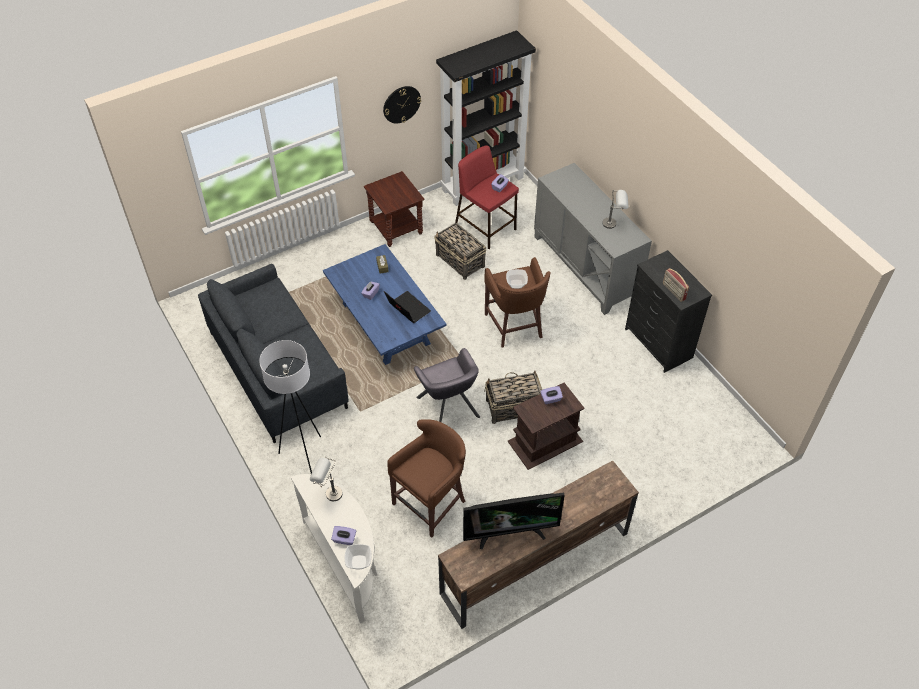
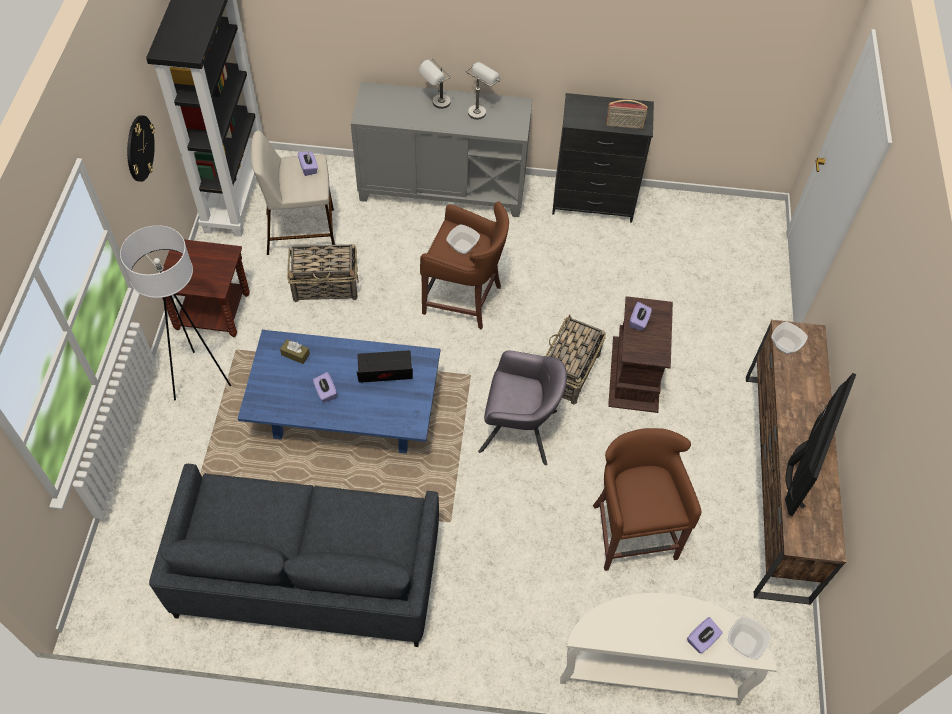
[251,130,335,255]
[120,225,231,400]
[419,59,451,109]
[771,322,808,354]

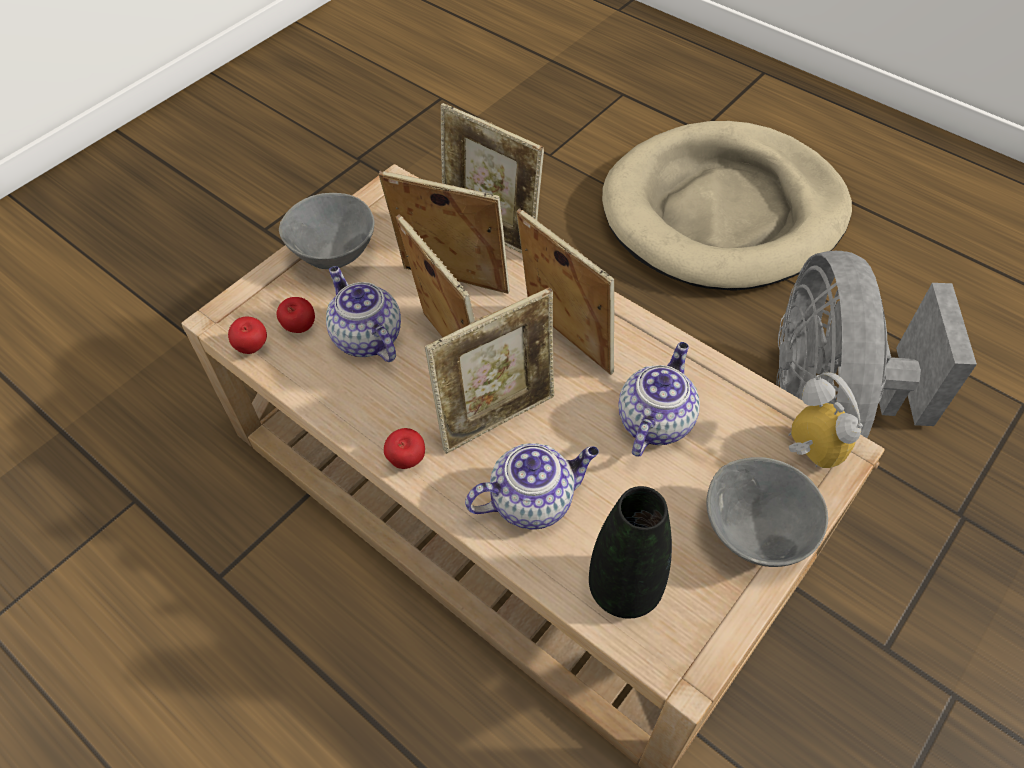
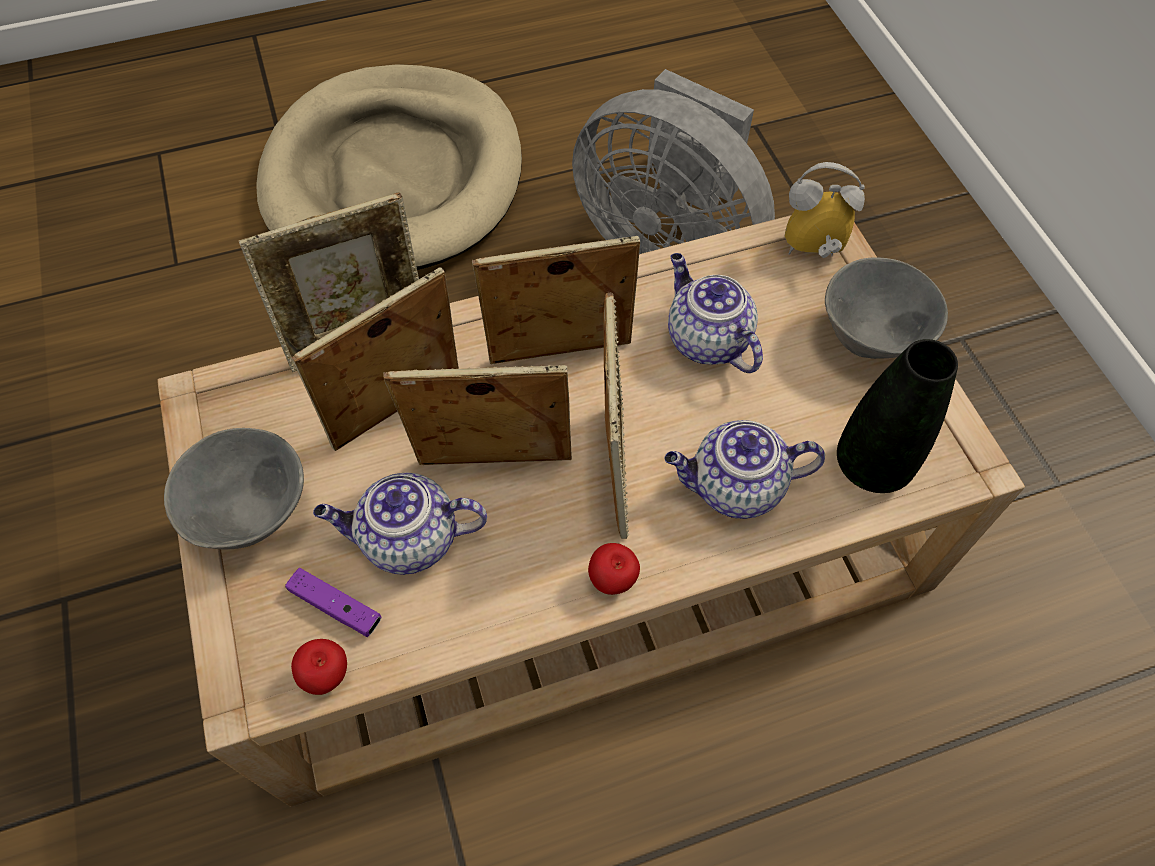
[285,568,382,637]
[664,420,825,519]

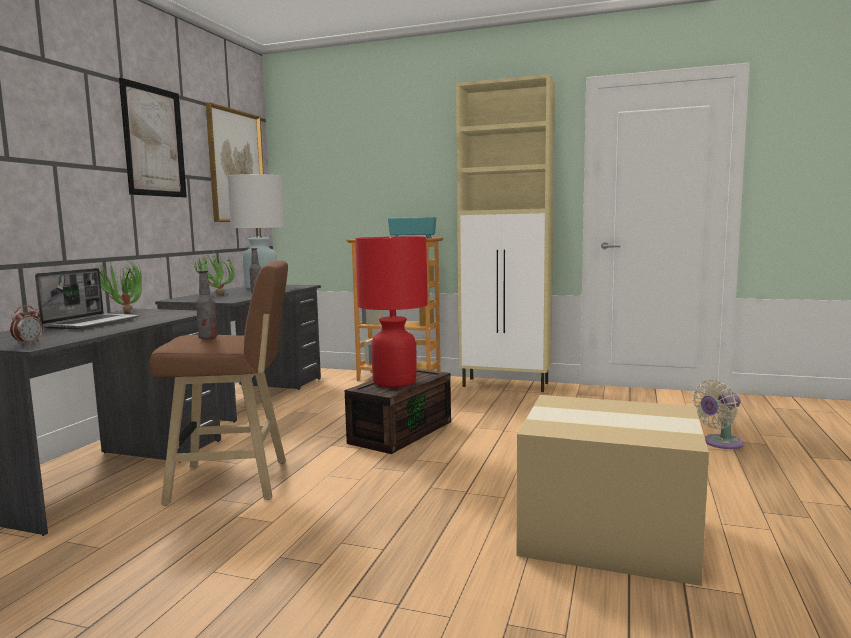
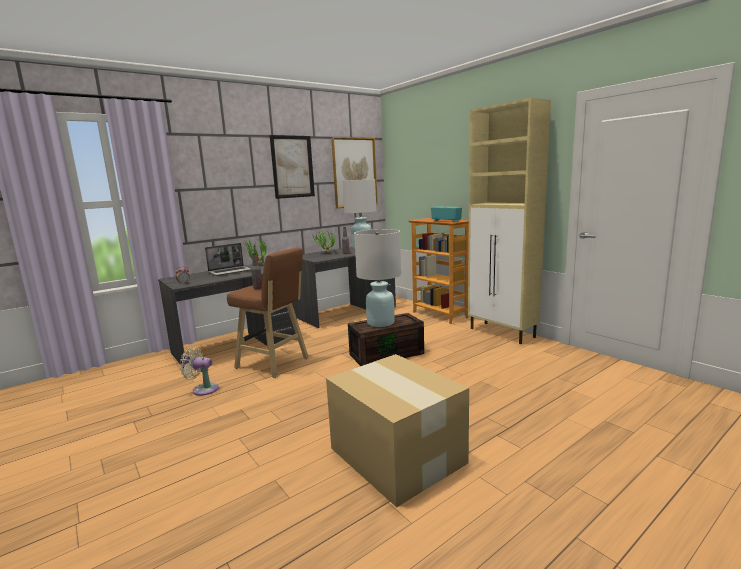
[354,229,401,327]
[180,346,219,396]

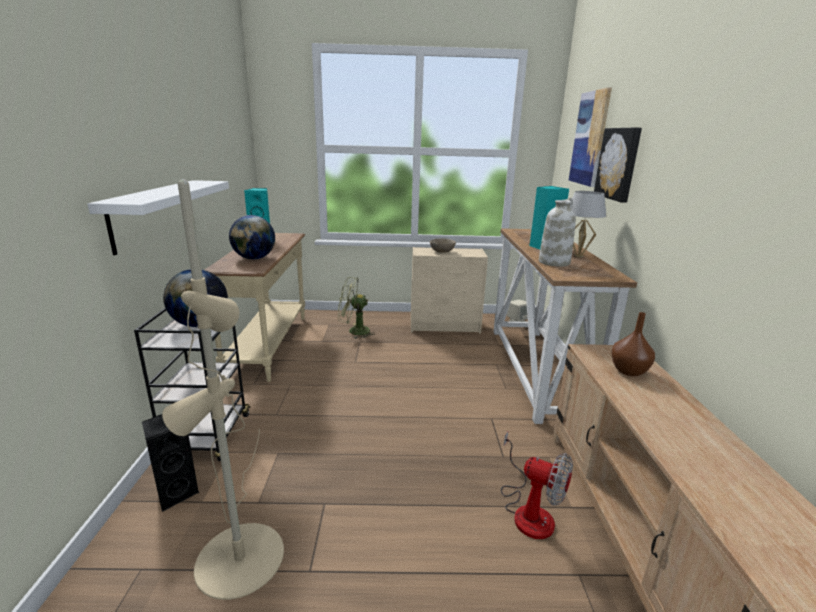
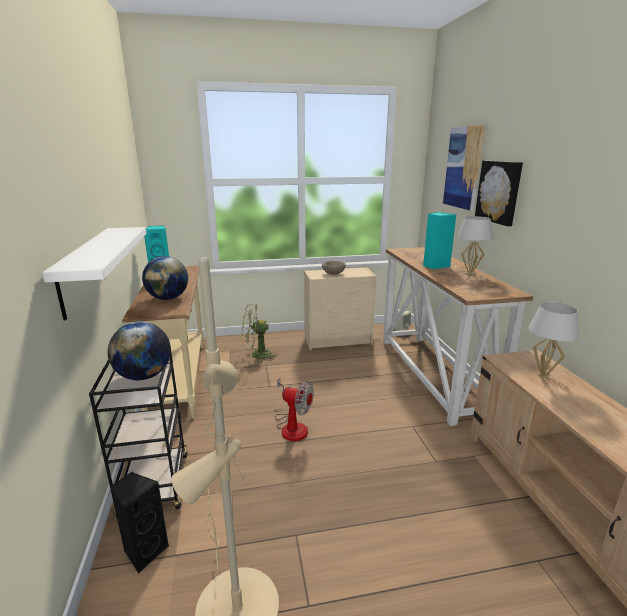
[539,198,576,267] (first image)
[528,303,579,378]
[275,378,314,441]

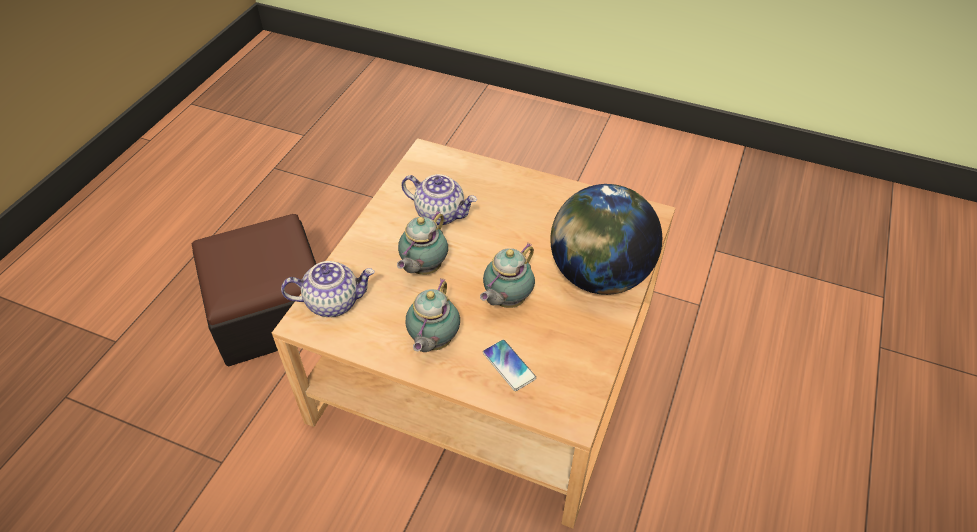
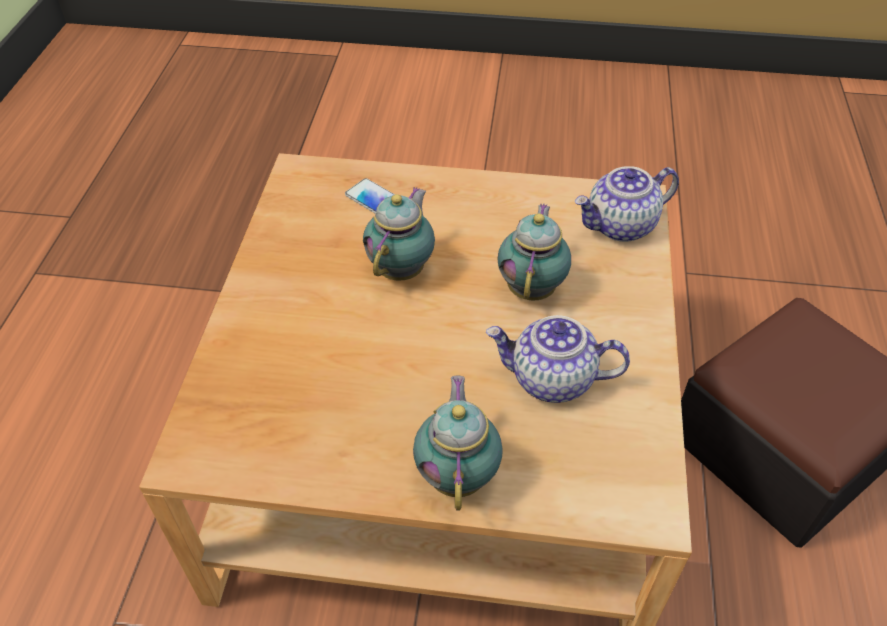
[550,184,662,295] (first image)
[413,376,503,511]

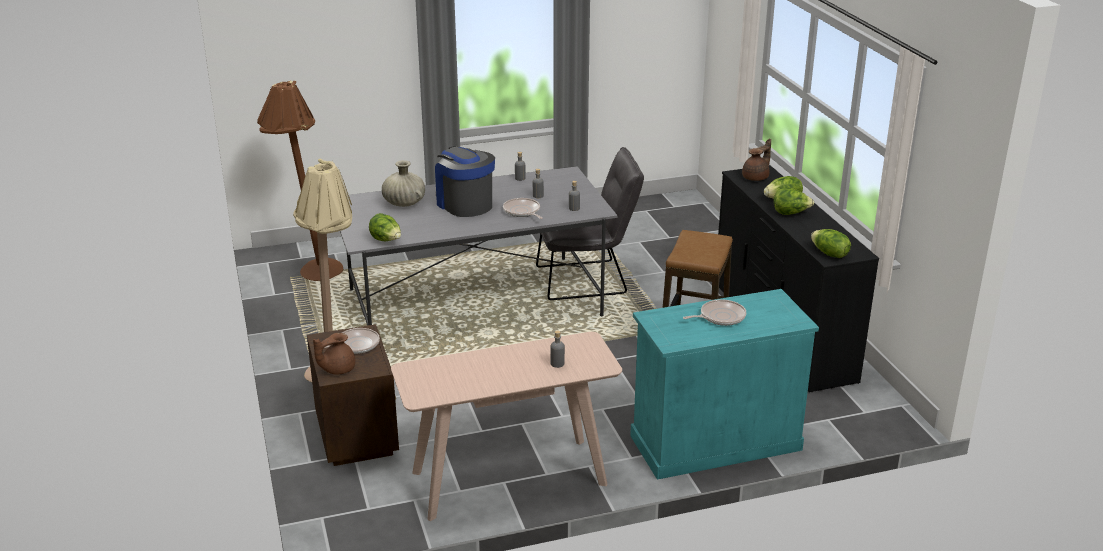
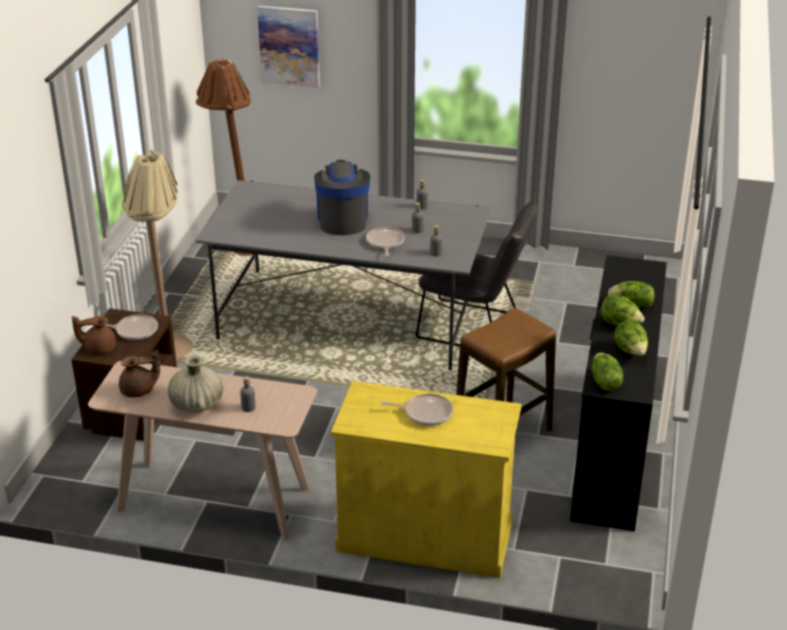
[119,349,160,398]
[168,355,223,413]
[614,319,648,356]
[331,381,522,578]
[257,5,320,88]

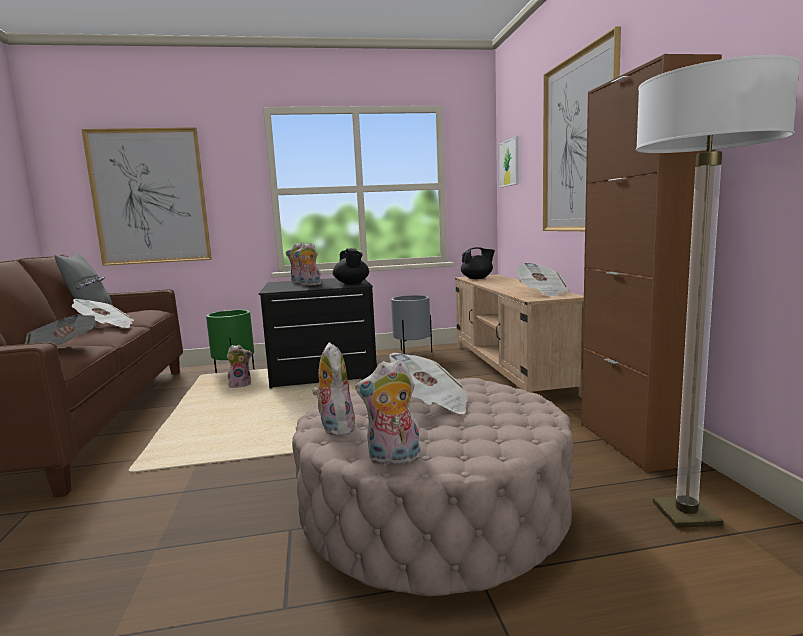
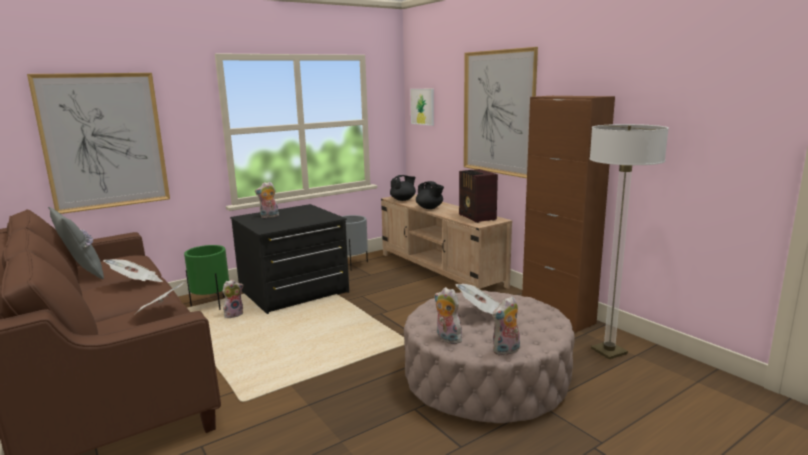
[294,243,323,286] (first image)
[416,181,444,209]
[459,169,498,223]

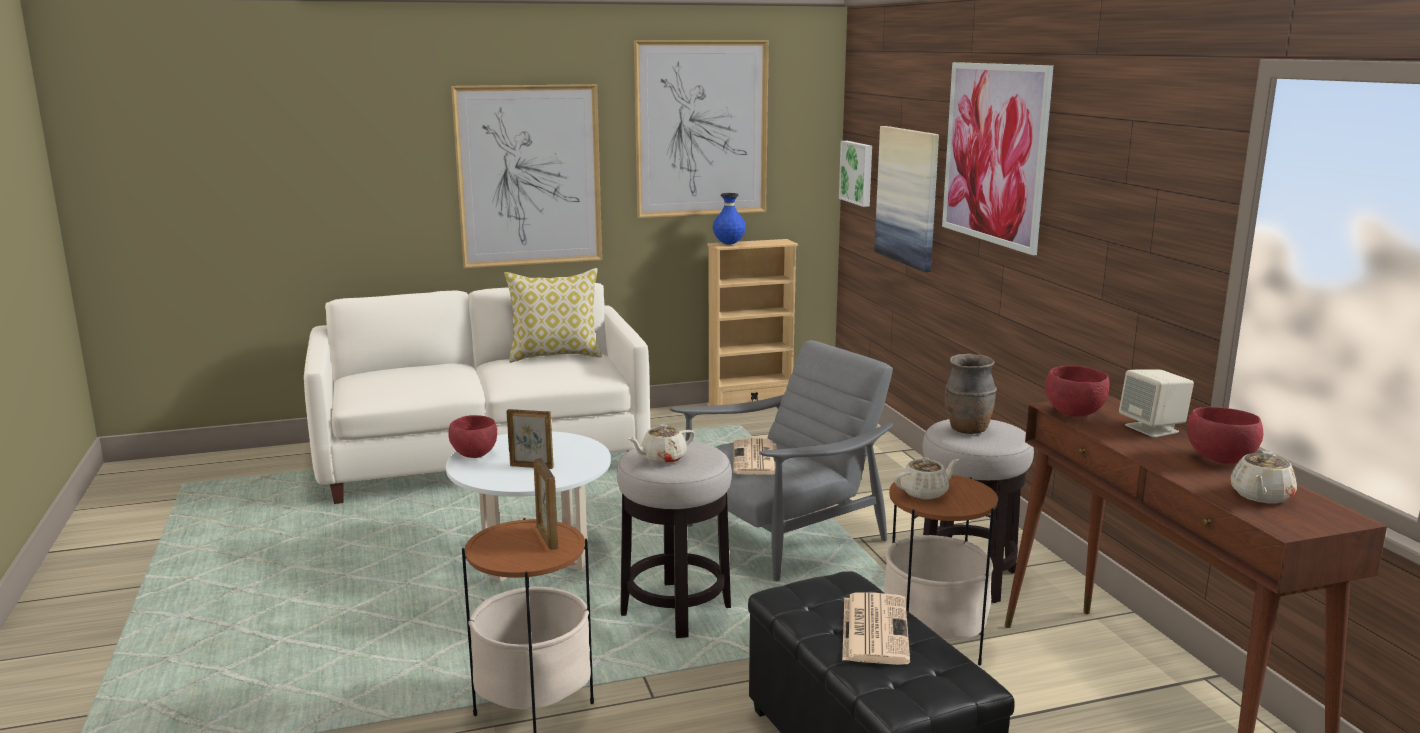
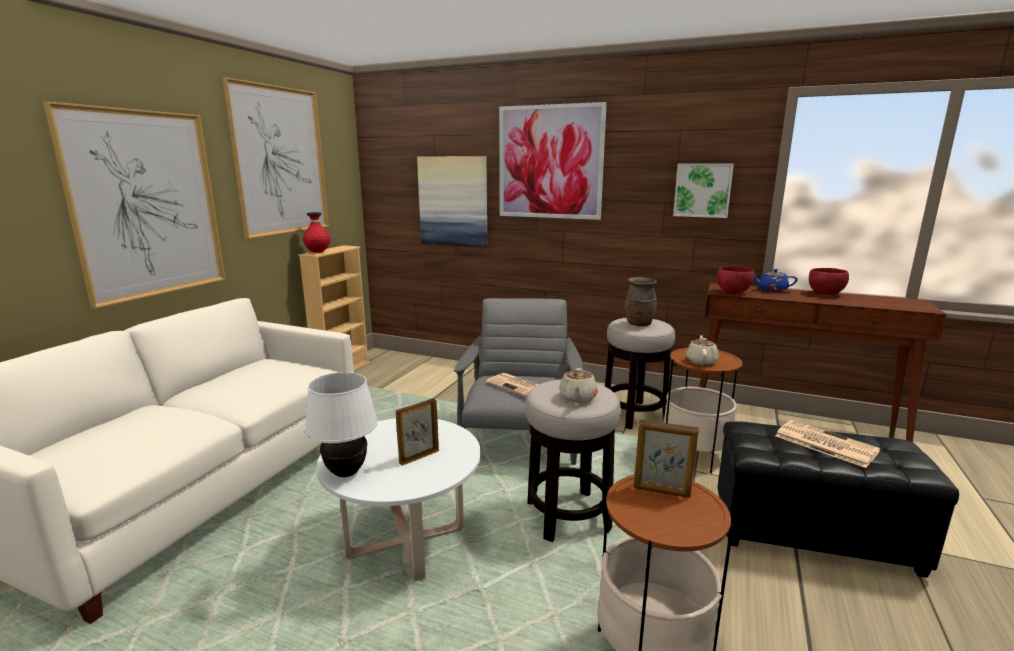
[673,163,734,218]
[303,212,330,253]
[504,268,602,363] (first image)
[754,269,798,292]
[304,372,378,477]
[1231,451,1297,503] (first image)

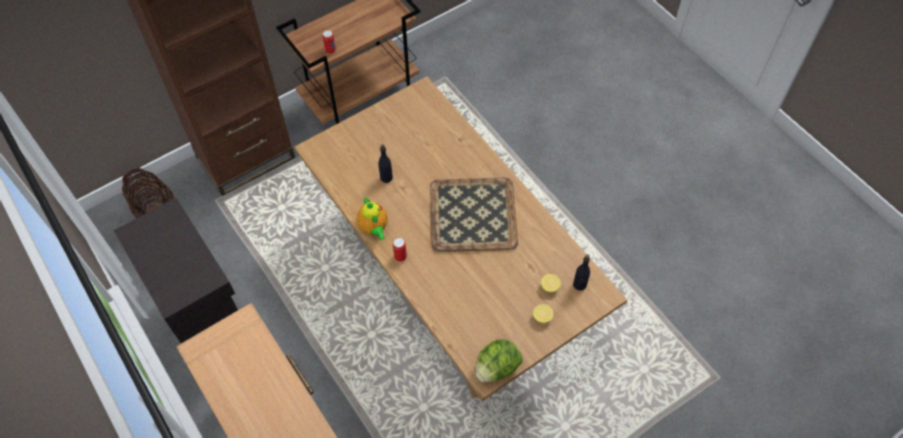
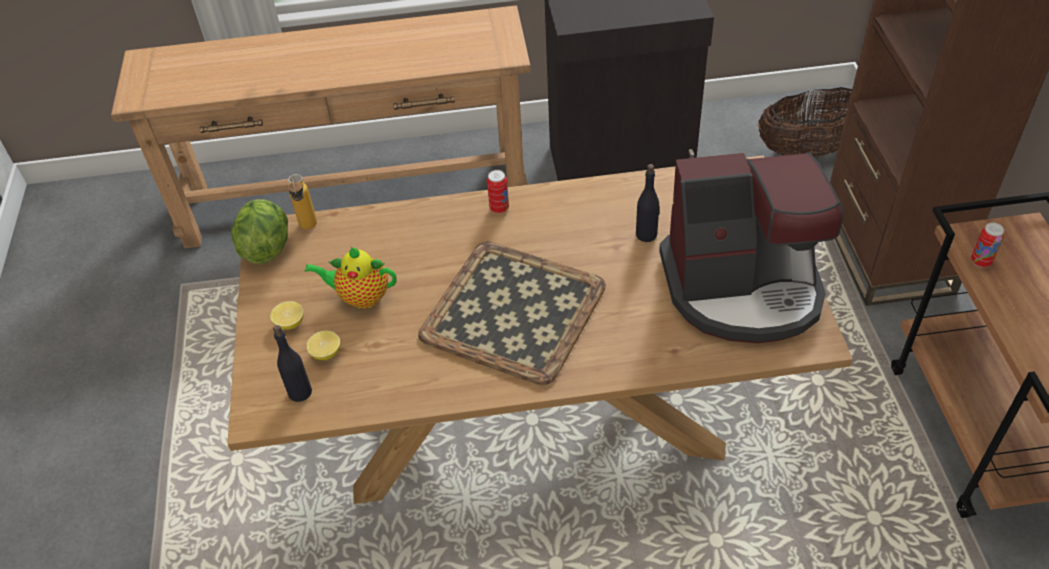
[304,246,397,309]
[659,152,844,343]
[288,174,317,229]

